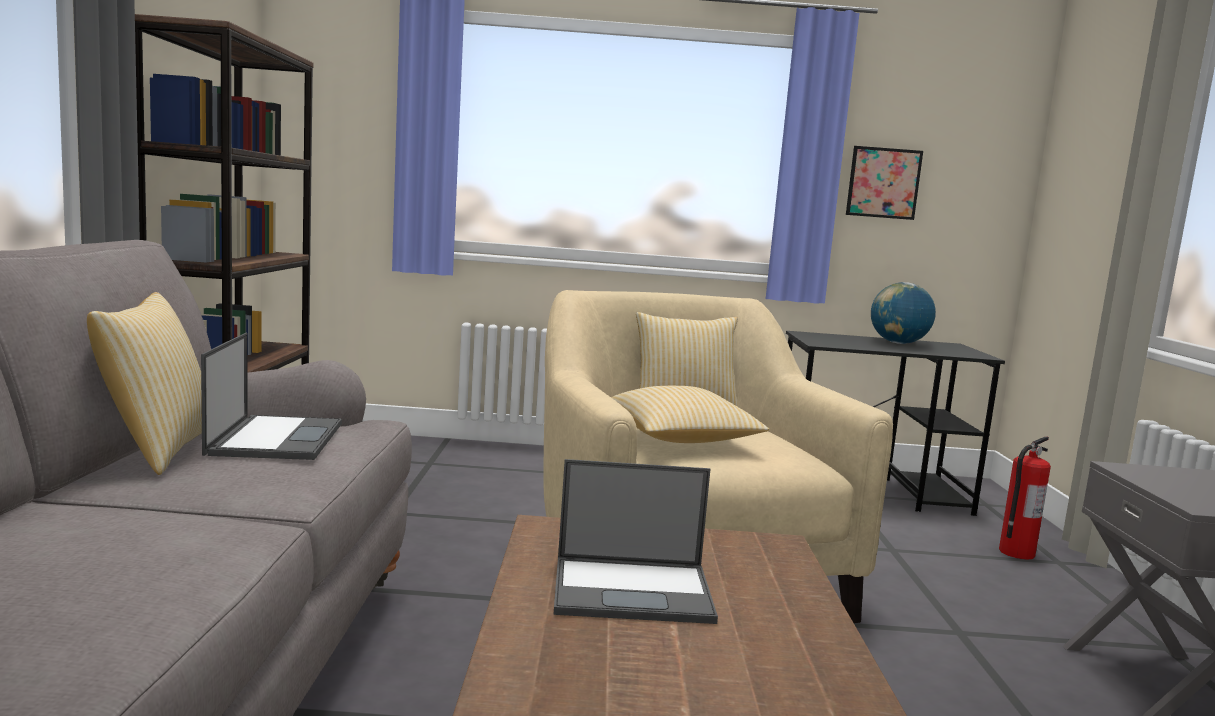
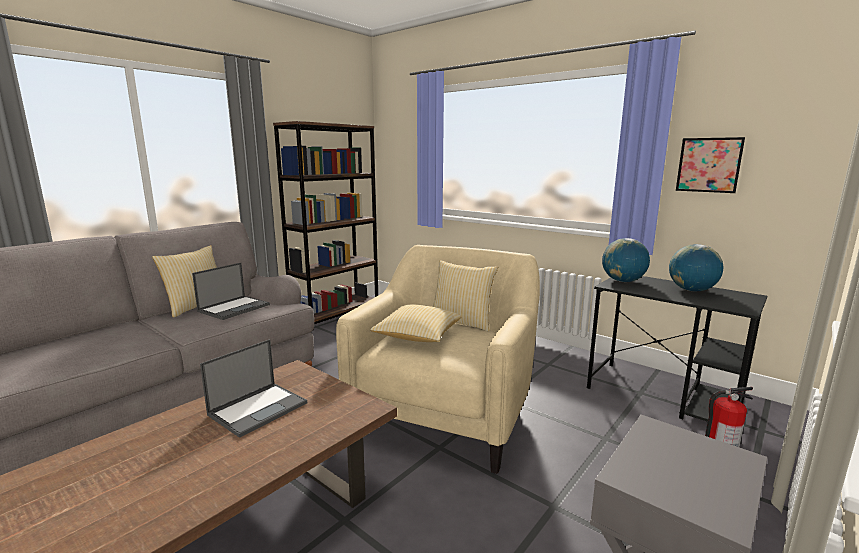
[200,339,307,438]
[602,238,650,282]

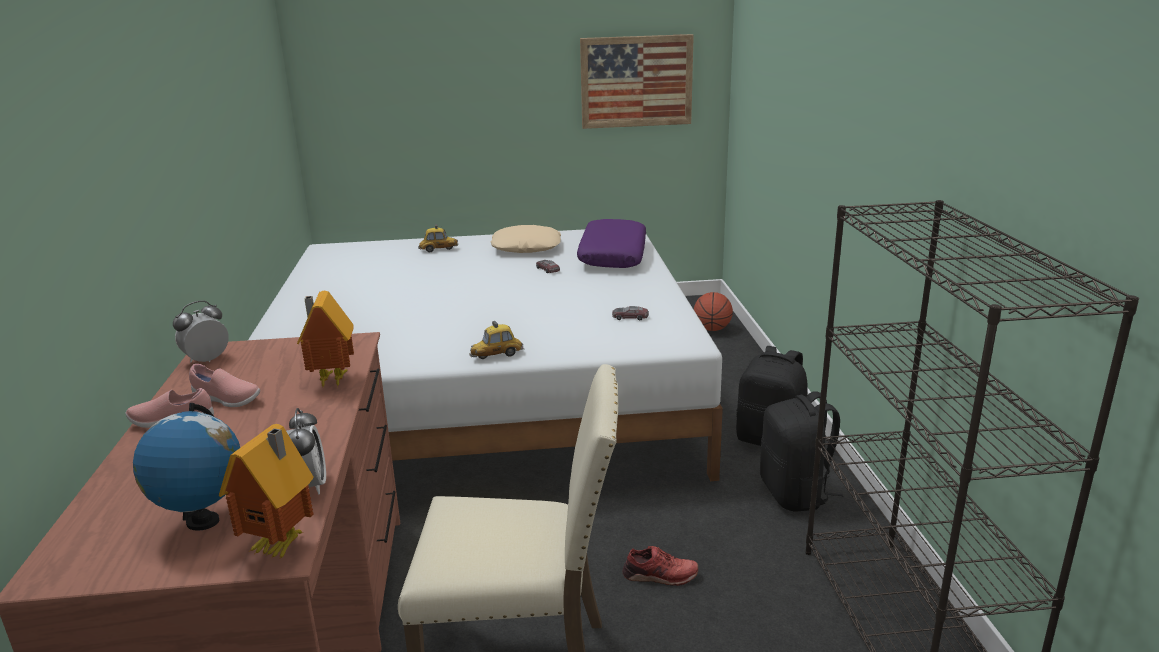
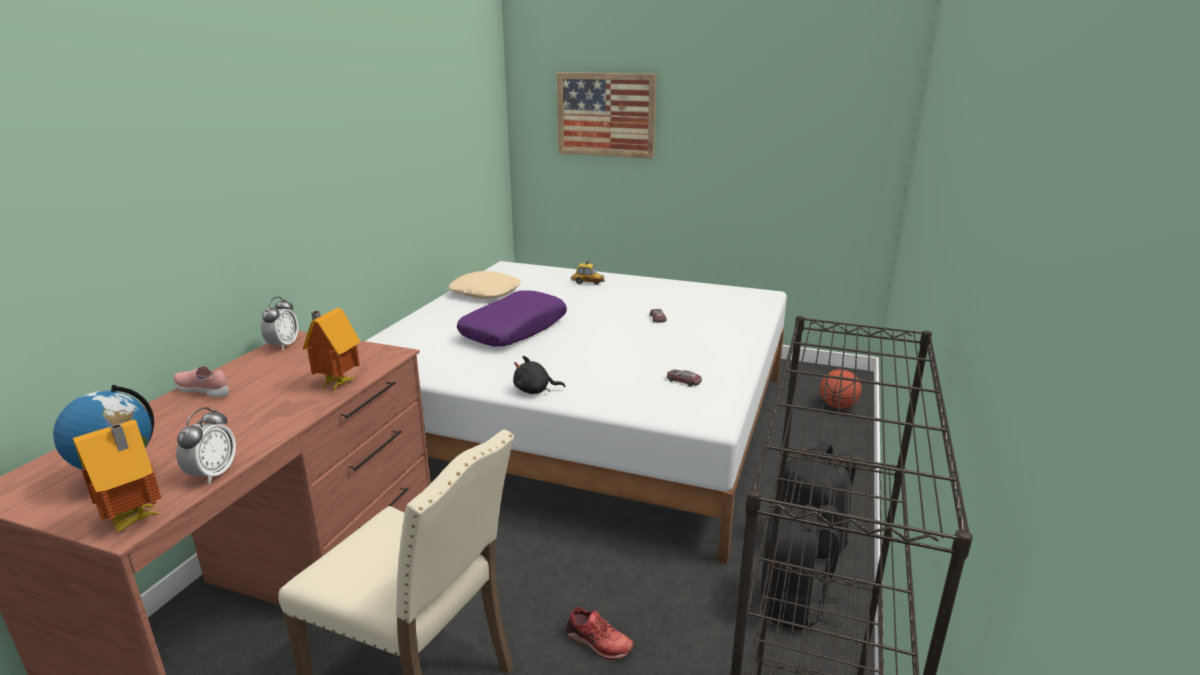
[557,72,657,159]
[457,290,567,347]
[449,271,521,299]
[261,297,299,350]
[513,356,565,394]
[189,364,260,407] (first image)

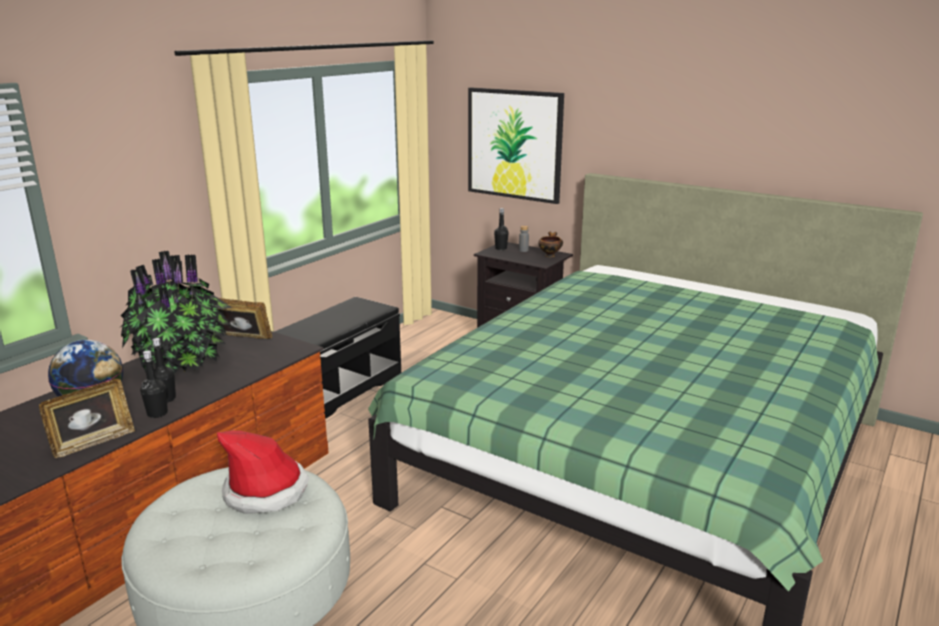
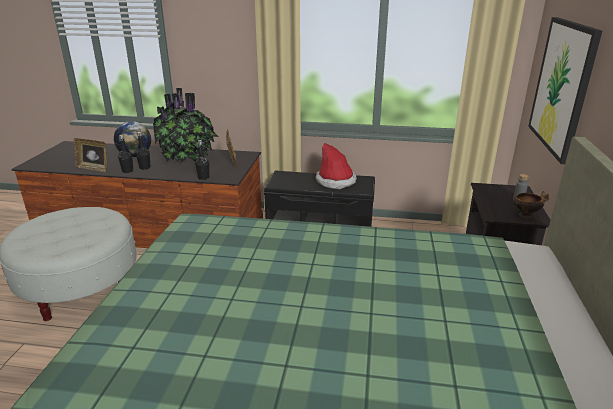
[195,140,209,180]
[316,143,357,189]

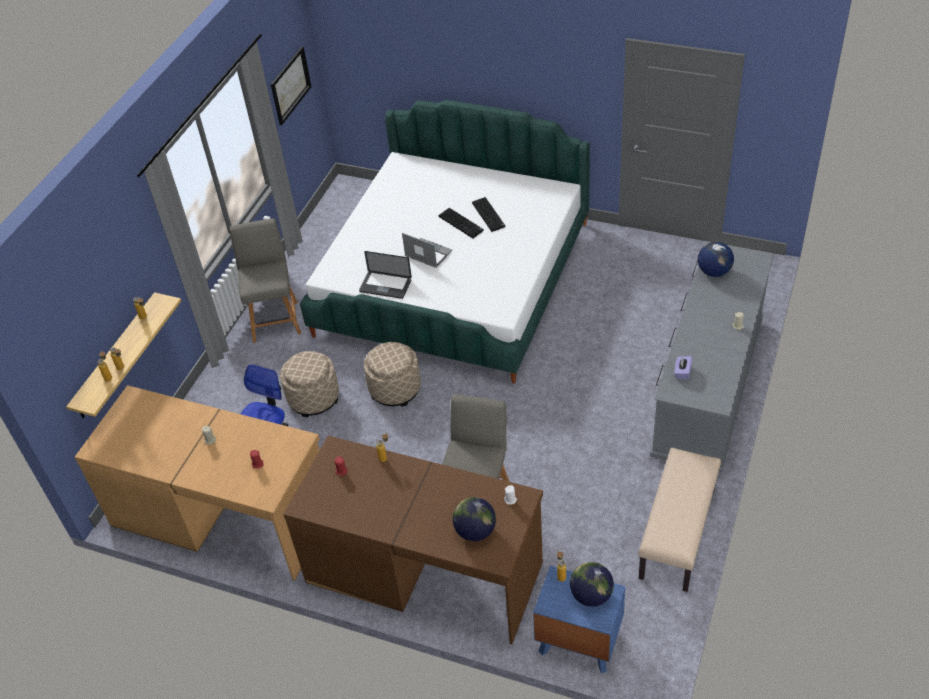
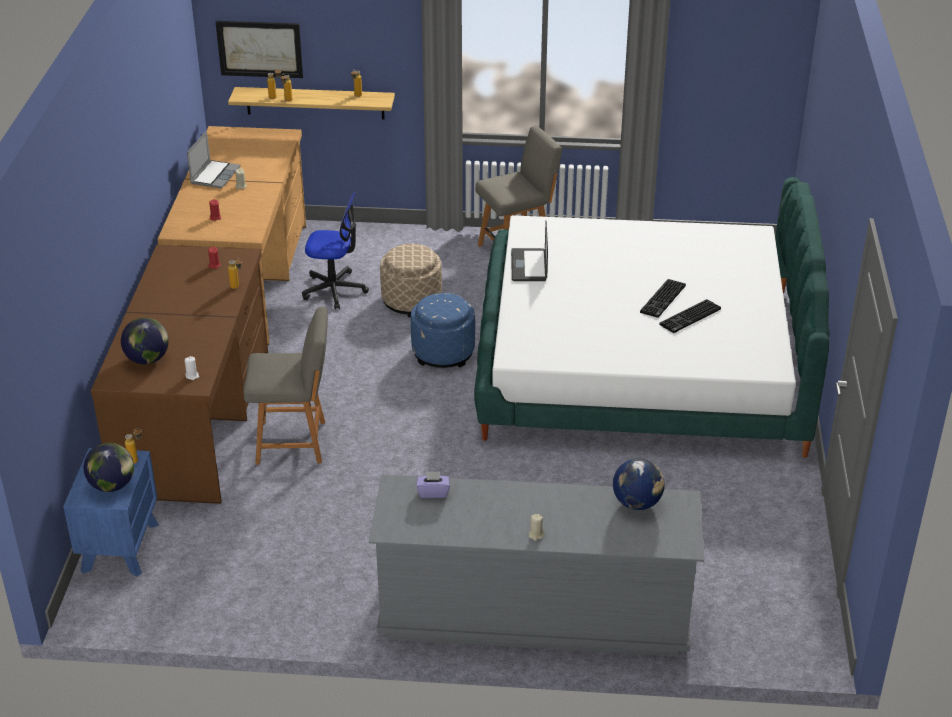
[216,21,303,78]
[187,131,240,189]
[411,293,475,368]
[638,448,721,592] (first image)

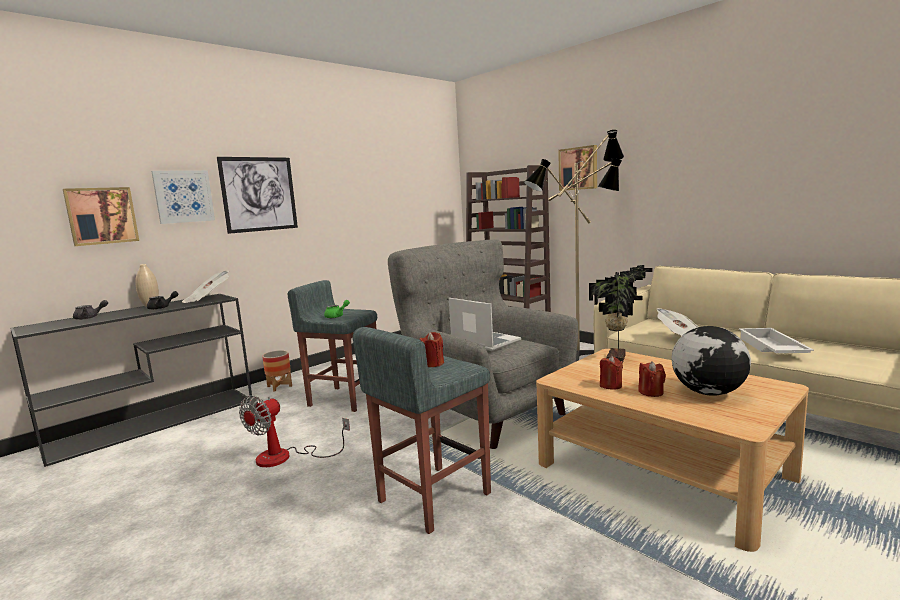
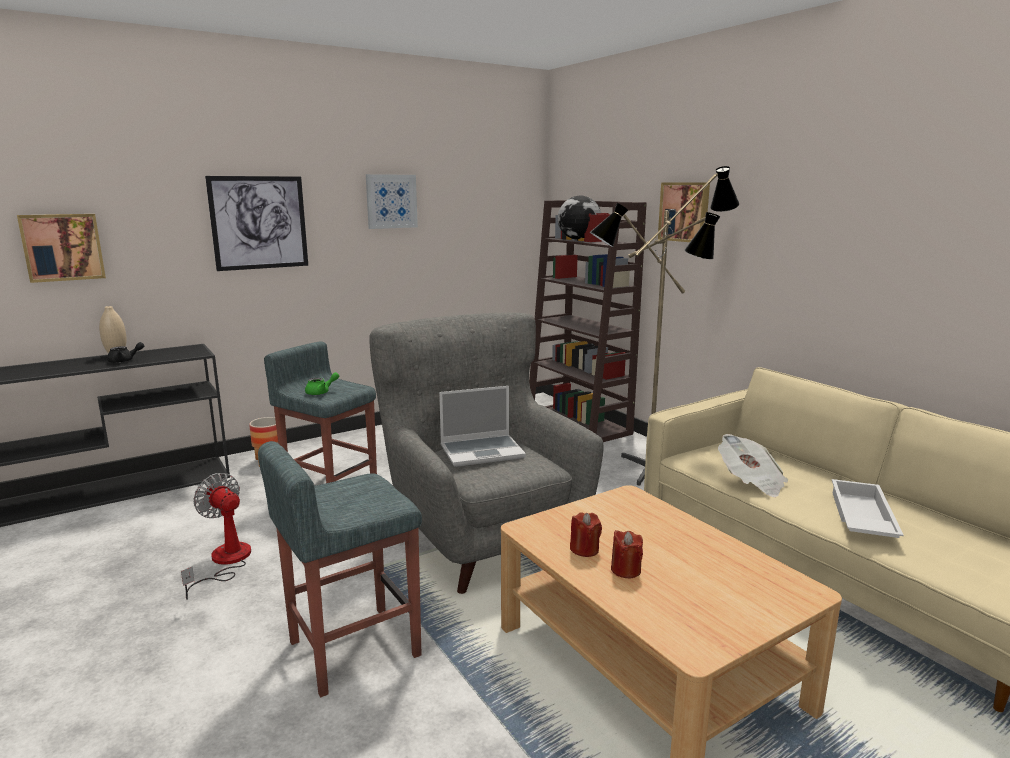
[366,174,418,229]
[589,265,653,364] (first image)
[182,270,230,303] (first image)
[439,386,526,467]
[73,300,108,320] (first image)
[558,195,601,240]
[420,332,444,367] (first image)
[181,473,251,600]

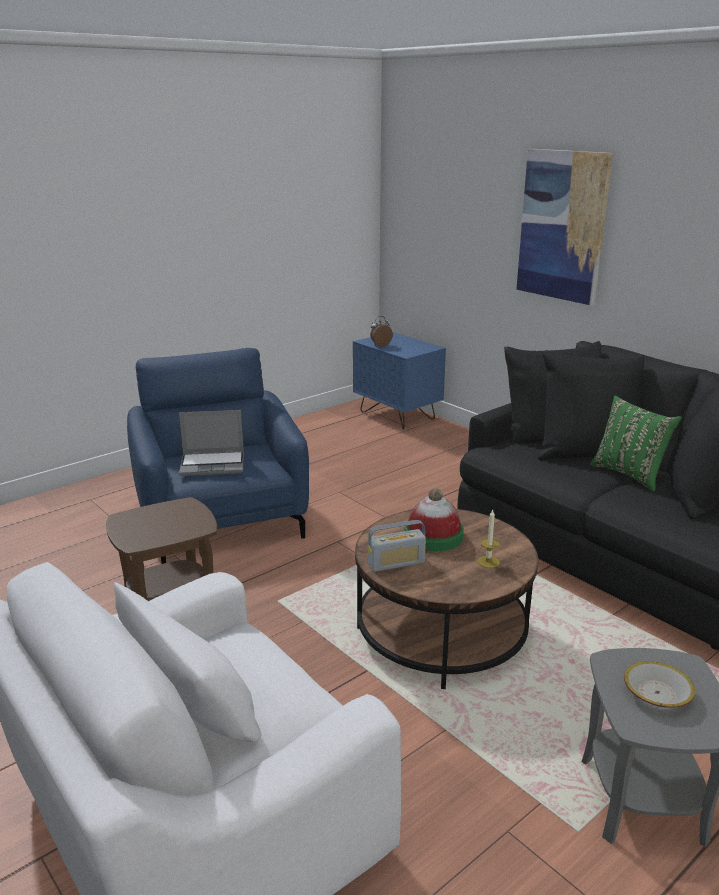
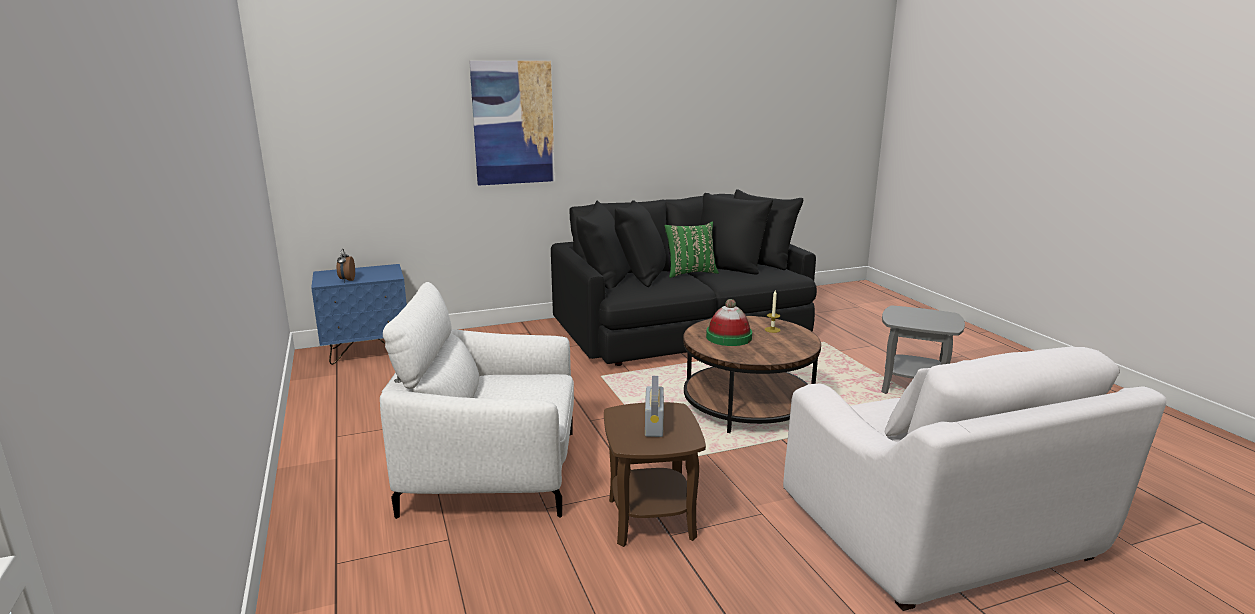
[380,282,574,519]
[179,410,244,476] (first image)
[645,376,664,437]
[624,661,695,708] (first image)

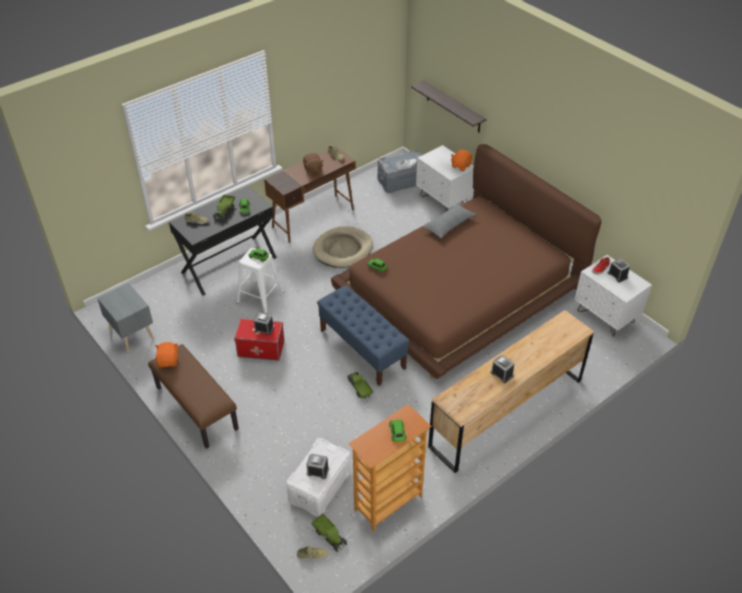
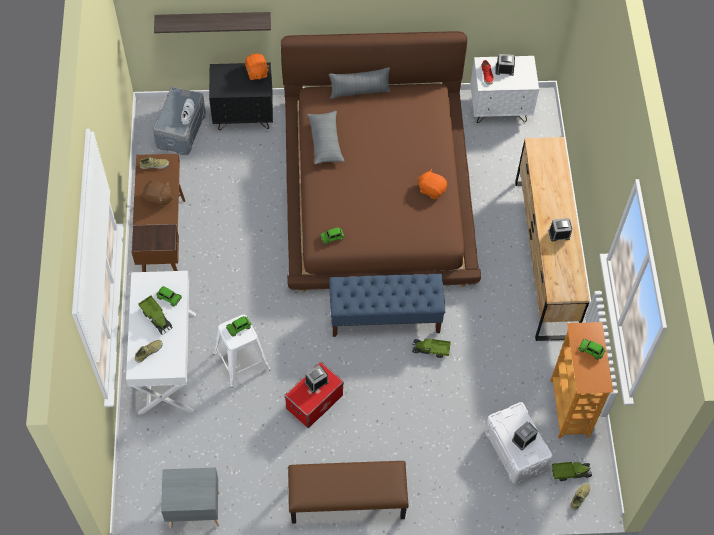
[209,63,273,130]
[126,271,196,414]
[313,226,373,268] (first image)
[418,169,447,199]
[329,67,390,99]

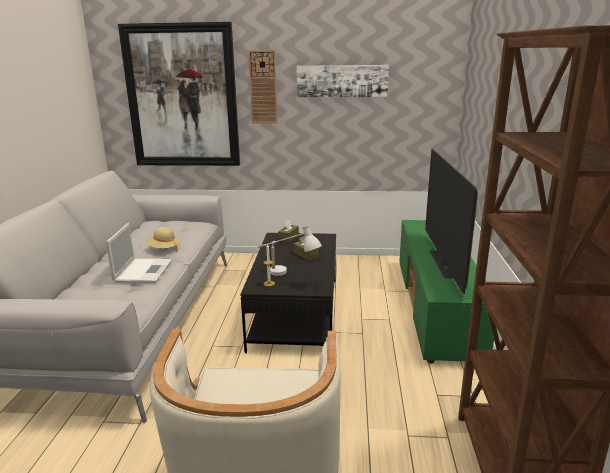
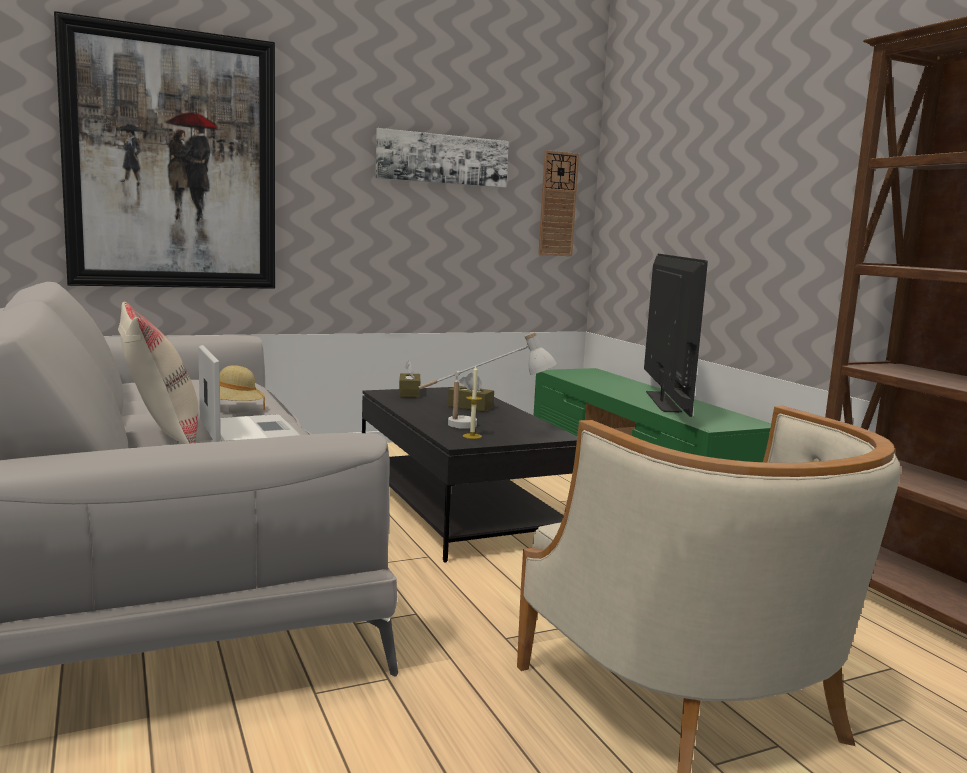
[538,150,579,256]
[644,254,708,417]
[118,302,198,444]

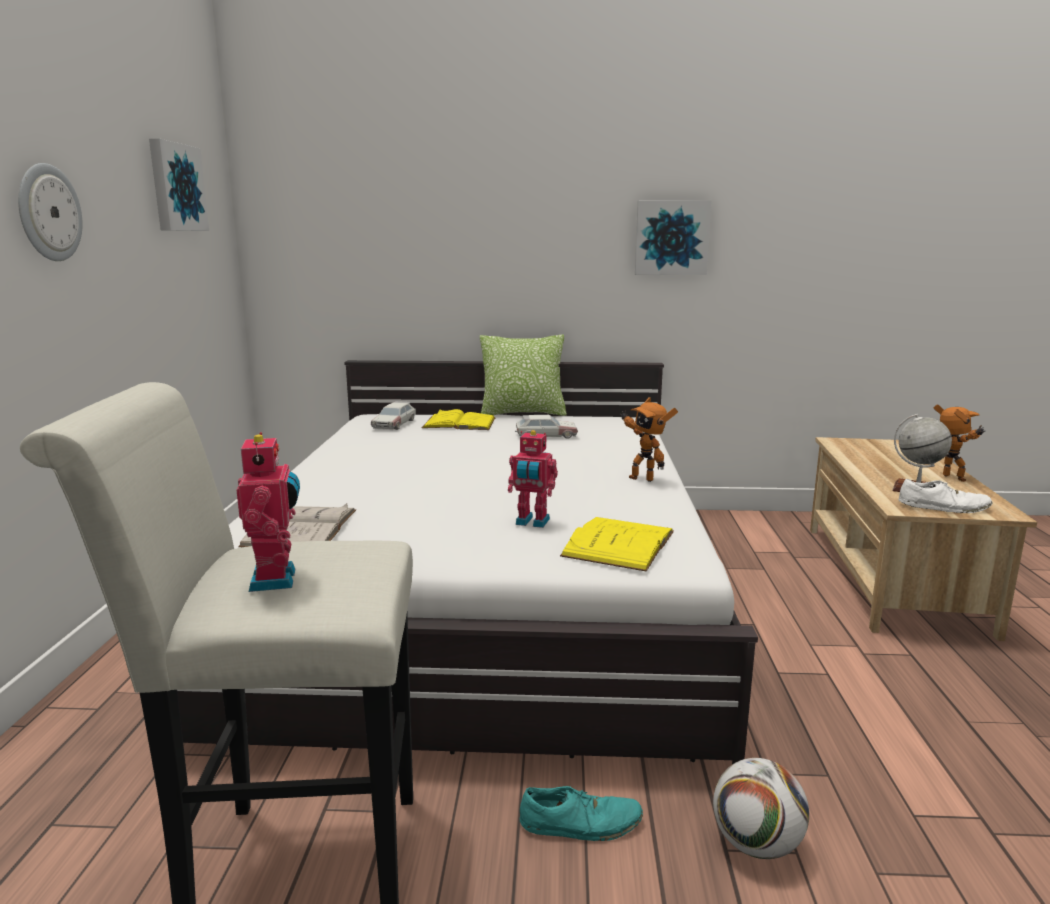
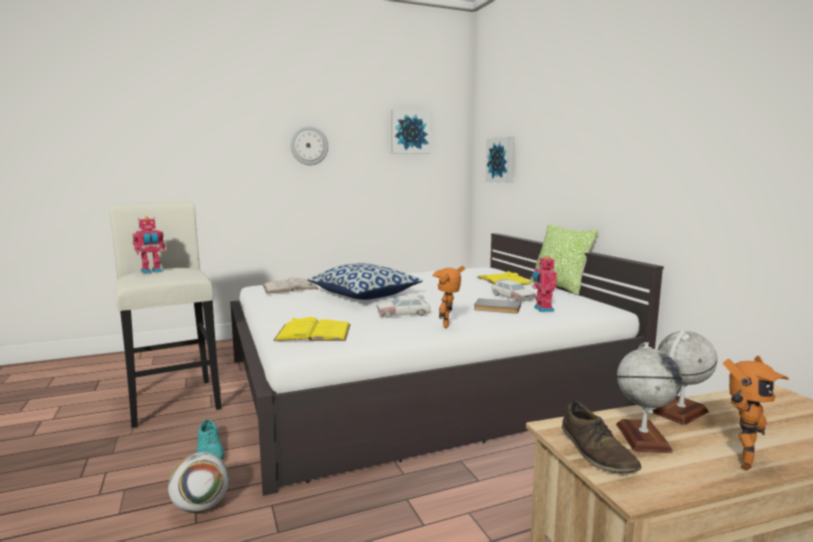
[485,136,515,183]
[376,295,431,318]
[532,256,557,312]
[562,401,642,473]
[308,263,423,300]
[474,298,521,314]
[653,331,717,425]

